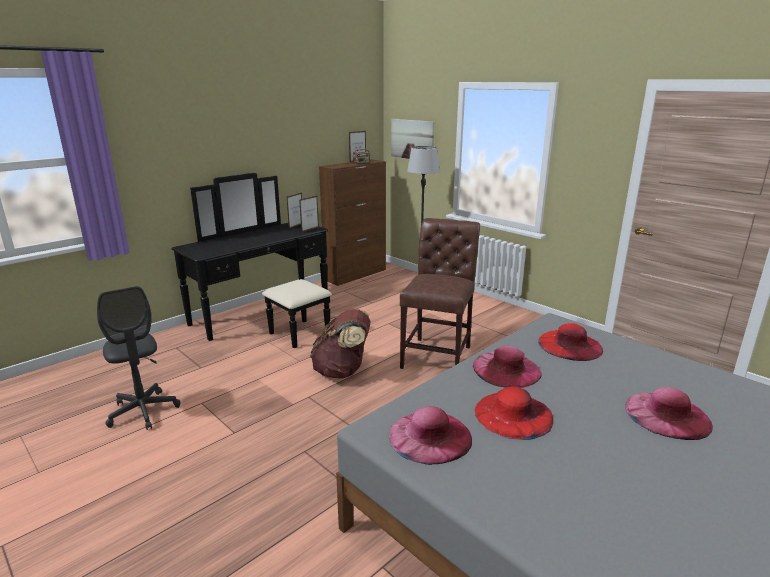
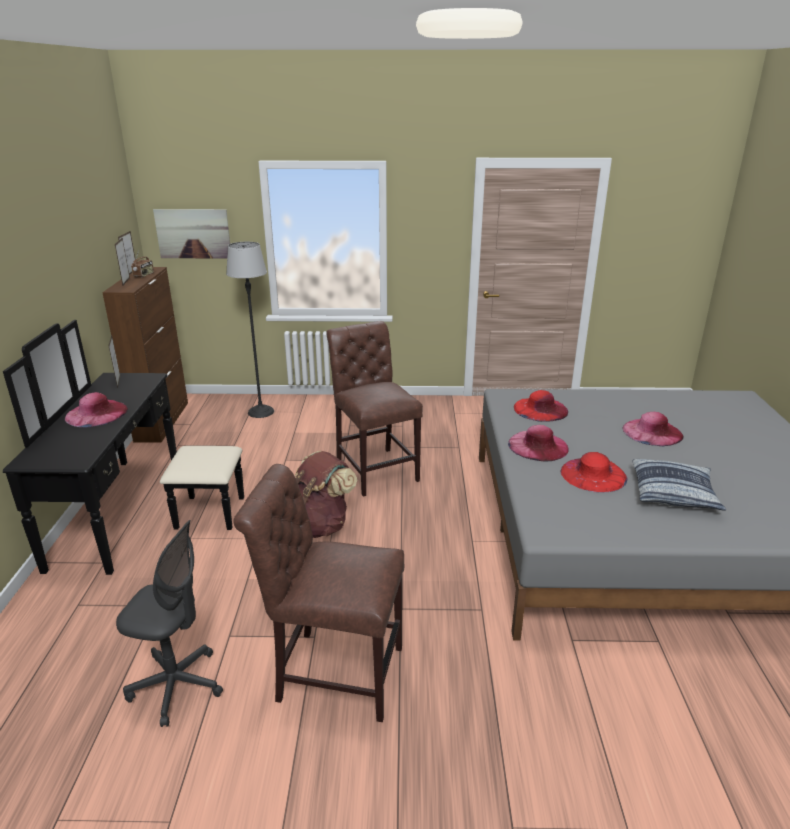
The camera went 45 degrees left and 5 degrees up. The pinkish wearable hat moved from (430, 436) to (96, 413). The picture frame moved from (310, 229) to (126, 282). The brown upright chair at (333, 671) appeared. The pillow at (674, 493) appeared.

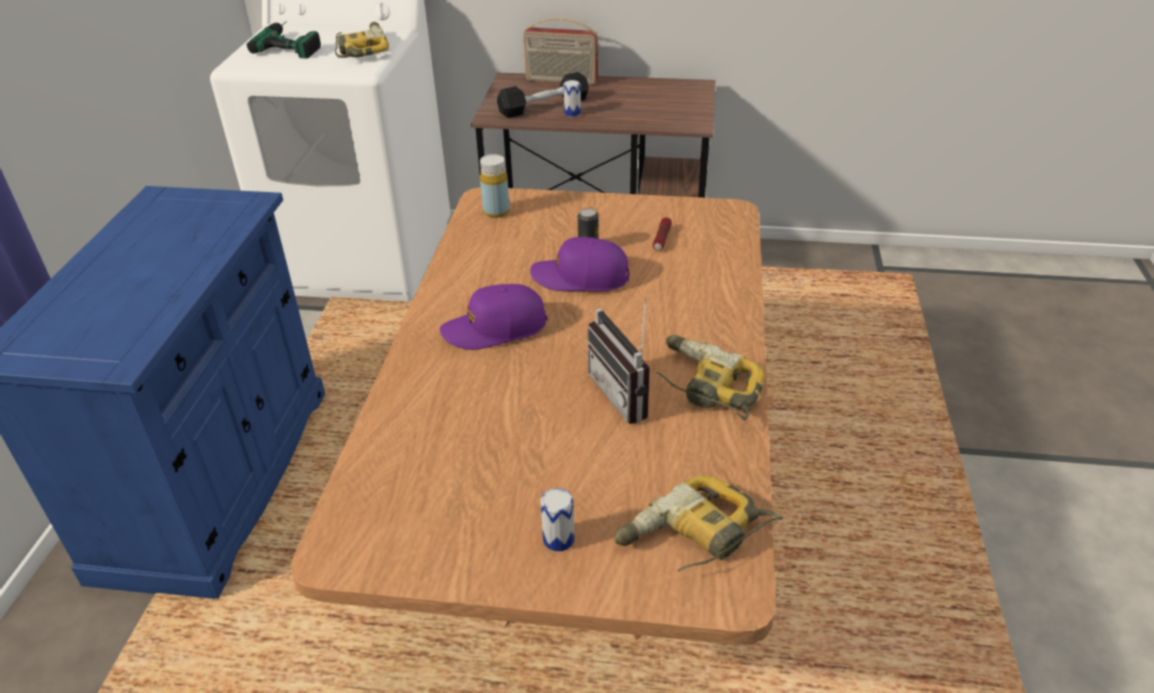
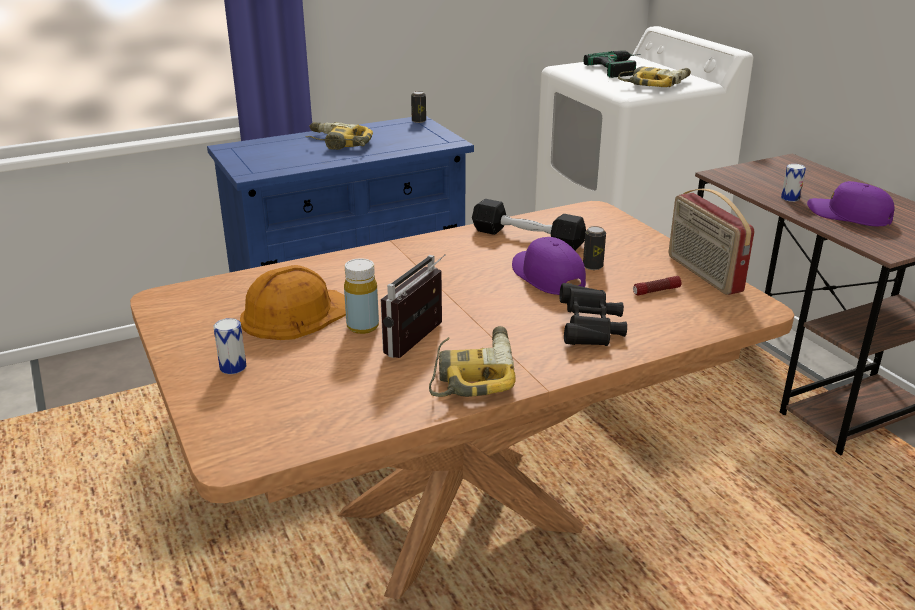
The camera went 55 degrees right and 10 degrees down. The orange hard hat at (295, 314) appeared. The electric drill moved from (694, 538) to (337, 144). The yellow-coloured drink bottle moved from (496, 211) to (362, 326). The metal can at (419, 121) appeared. The blackish free weight moved from (544, 106) to (527, 238). The blackish pair of binoculars at (590, 330) appeared. The radio moved from (561, 80) to (703, 274). The purplish peaked cap moved from (494, 328) to (849, 215).

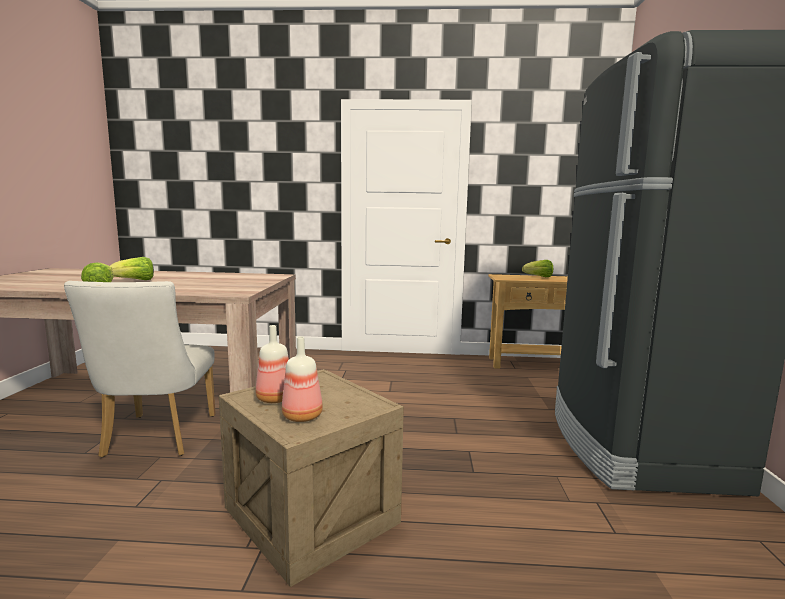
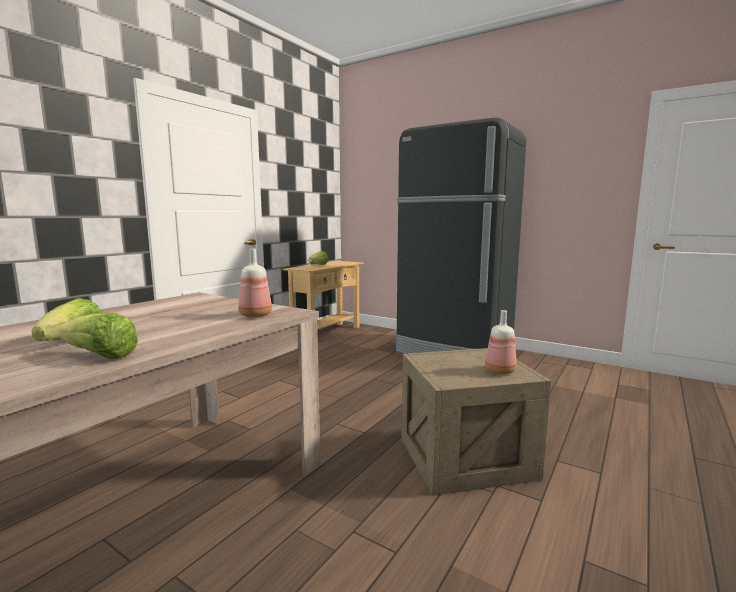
The camera went 60 degrees left and 0 degrees up. The drink bottle moved from (273, 398) to (254, 315). The whitish upright chair at (156, 439) disappeared.

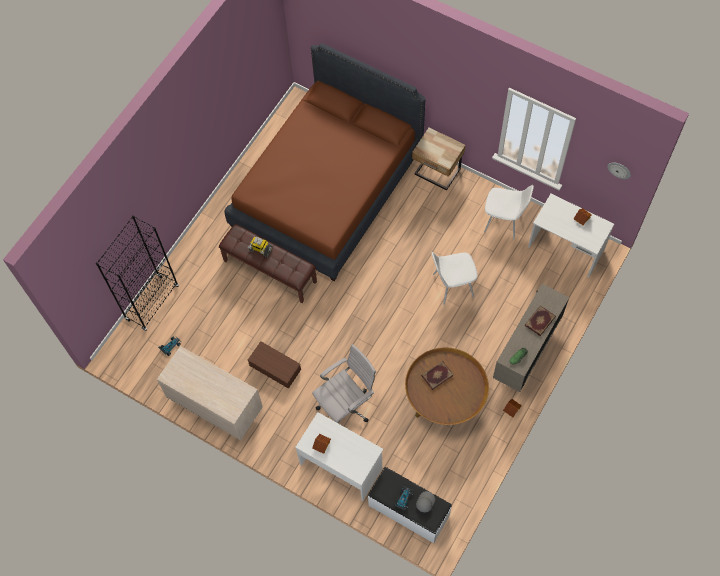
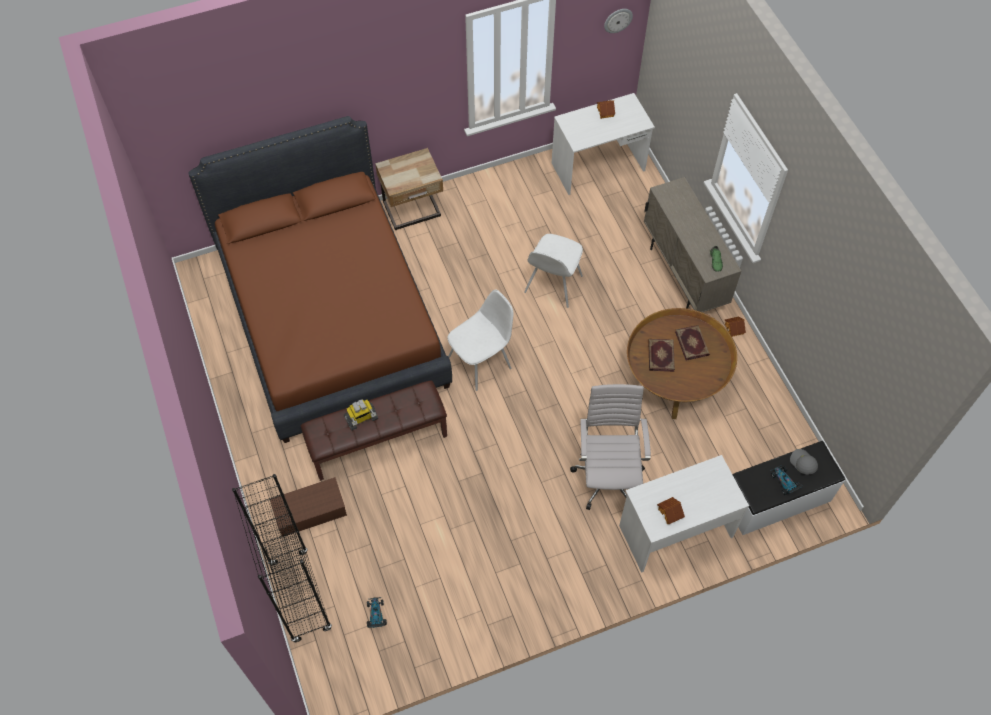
The camera went 55 degrees left and 5 degrees down. The brown storage bin moved from (274, 367) to (309, 512). The whitish upright chair moved from (504, 221) to (481, 361). The volume moved from (540, 321) to (692, 343). The beige drawer chest at (215, 405) disappeared.

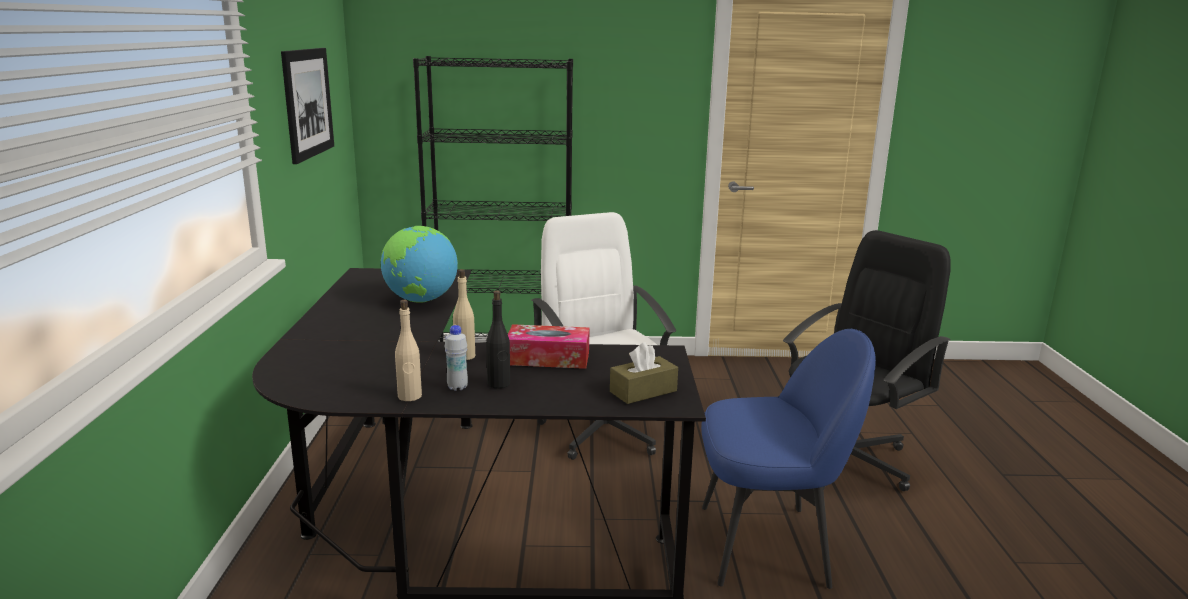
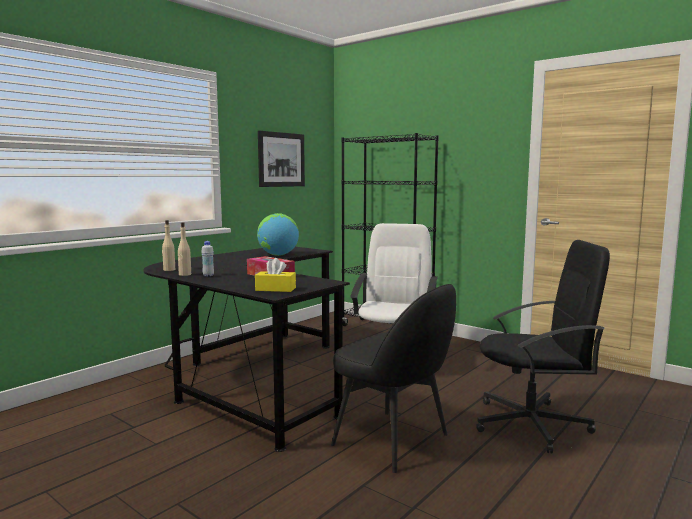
The camera went 40 degrees right and 10 degrees down. The beige drink bottle moved from (464, 356) to (169, 270). The brown tissue holder at (643, 391) became the yellow-coloured tissue holder at (275, 289). The bluish upright chair at (767, 545) became the blackish upright chair at (393, 441). The blackish drink bottle at (499, 384) disappeared.

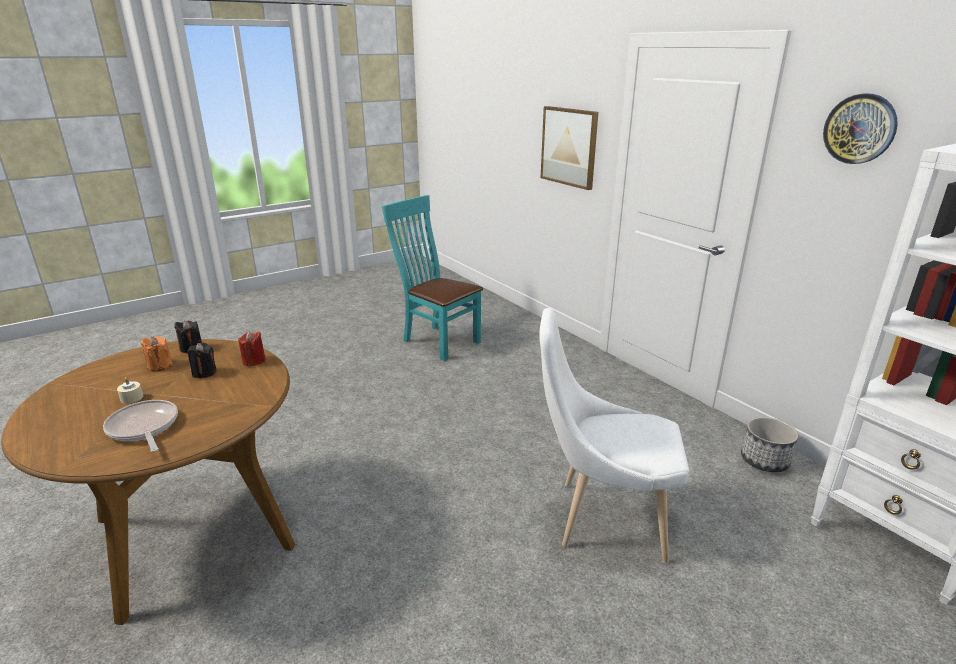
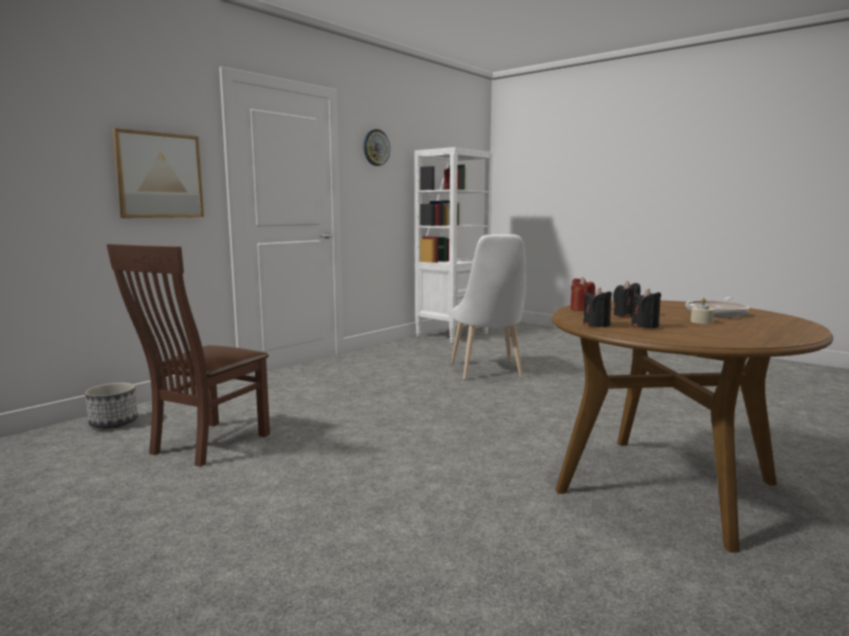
The camera went 105 degrees left and 15 degrees down. The plant pot moved from (764, 461) to (114, 423). The turquoise-coloured upright chair at (437, 340) became the brown upright chair at (204, 445). The orange wax light at (160, 365) became the blackish wax light at (645, 326).

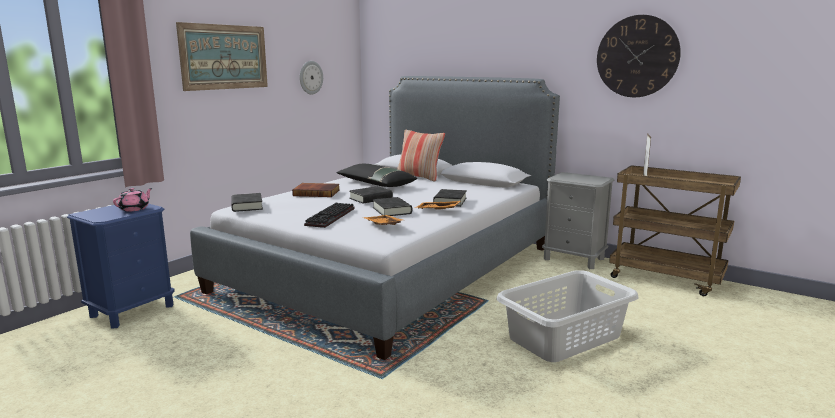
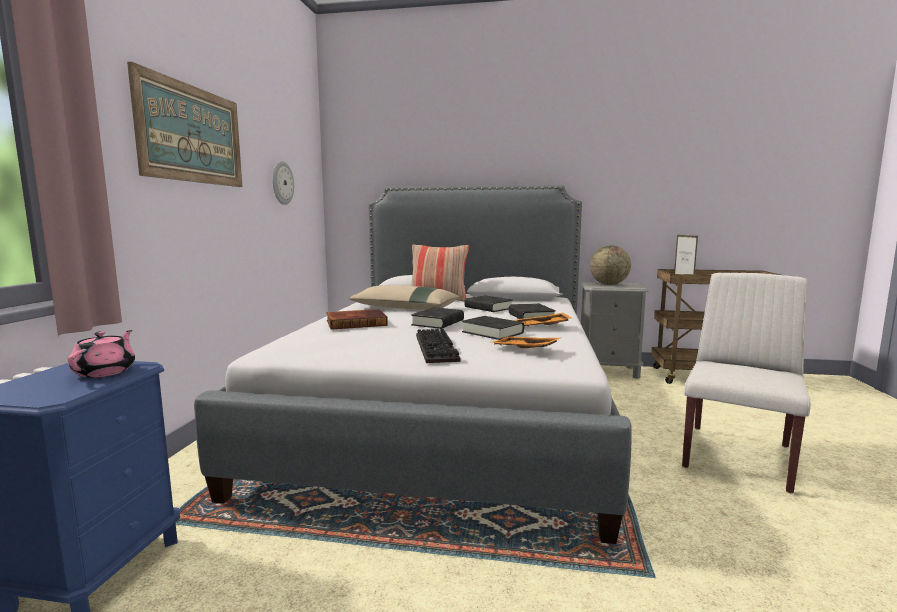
The camera went 25 degrees left and 5 degrees down. The blackish pillow at (375, 183) became the beige pillow at (404, 308). The blackish volume moved from (247, 206) to (488, 308). The globe at (609, 284) appeared. The greyish hamper at (565, 337) was replaced by the whitish upright chair at (737, 455). The hanging clock at (637, 56) disappeared.

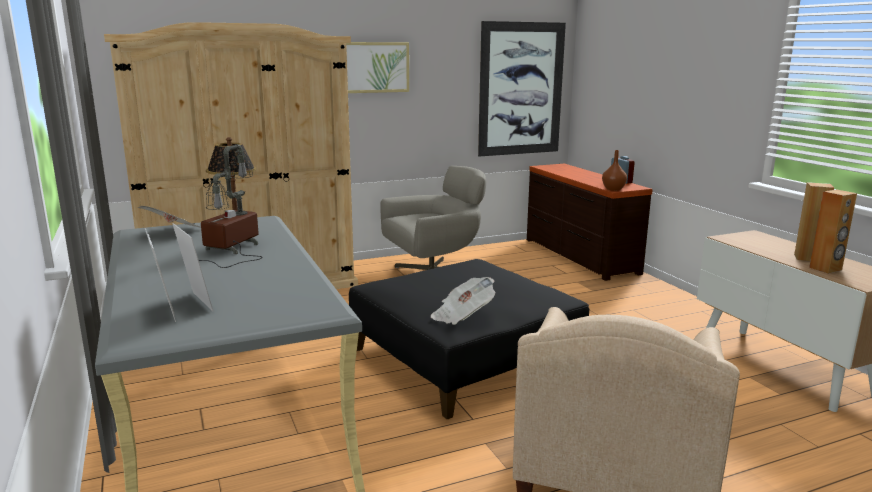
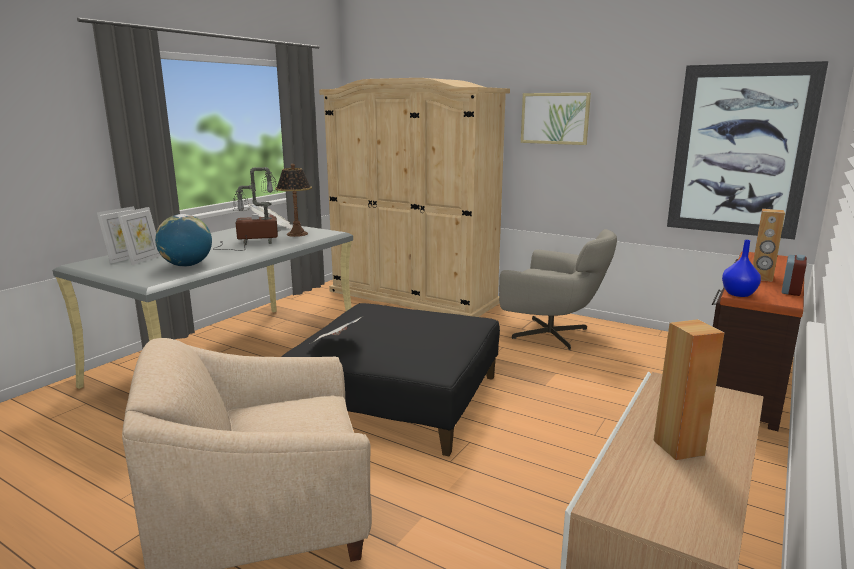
The camera went 55 degrees right and 0 degrees up. The globe at (187, 265) appeared. The brown decorative vase at (613, 189) became the bluish decorative vase at (739, 294). The brown loudspeaker moved from (825, 269) to (761, 278).

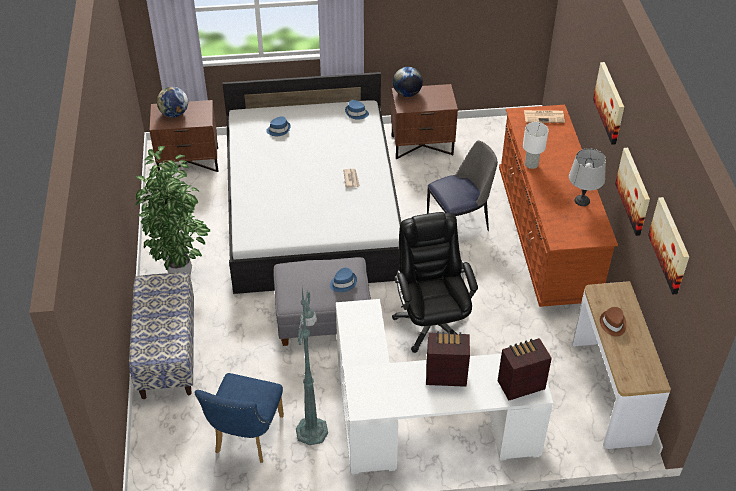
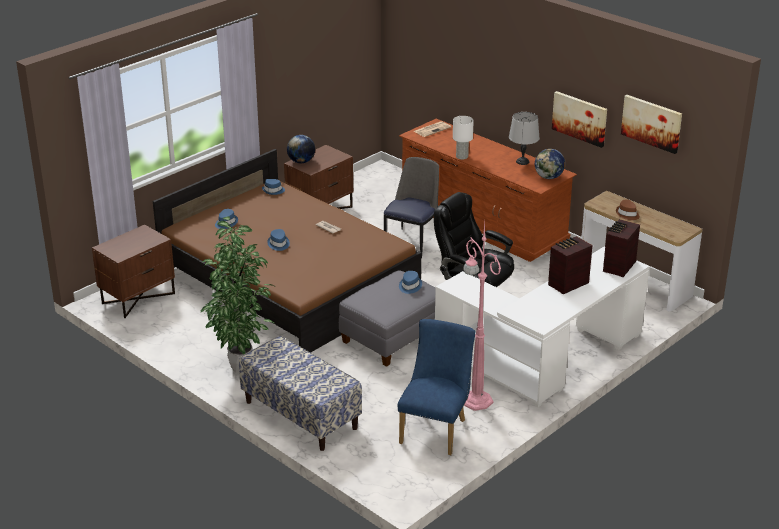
The camera went 40 degrees left and 15 degrees down. The whitish bedroom bed at (311, 208) became the brown bedroom bed at (288, 281). The bluish wearable hat at (278, 244) appeared. The bluish upright chair at (246, 438) turned 135 degrees counterclockwise. The green-coloured floor lamp at (312, 429) became the pinkish floor lamp at (476, 399). The globe moved from (174, 114) to (549, 177). The picture at (610, 102) disappeared.

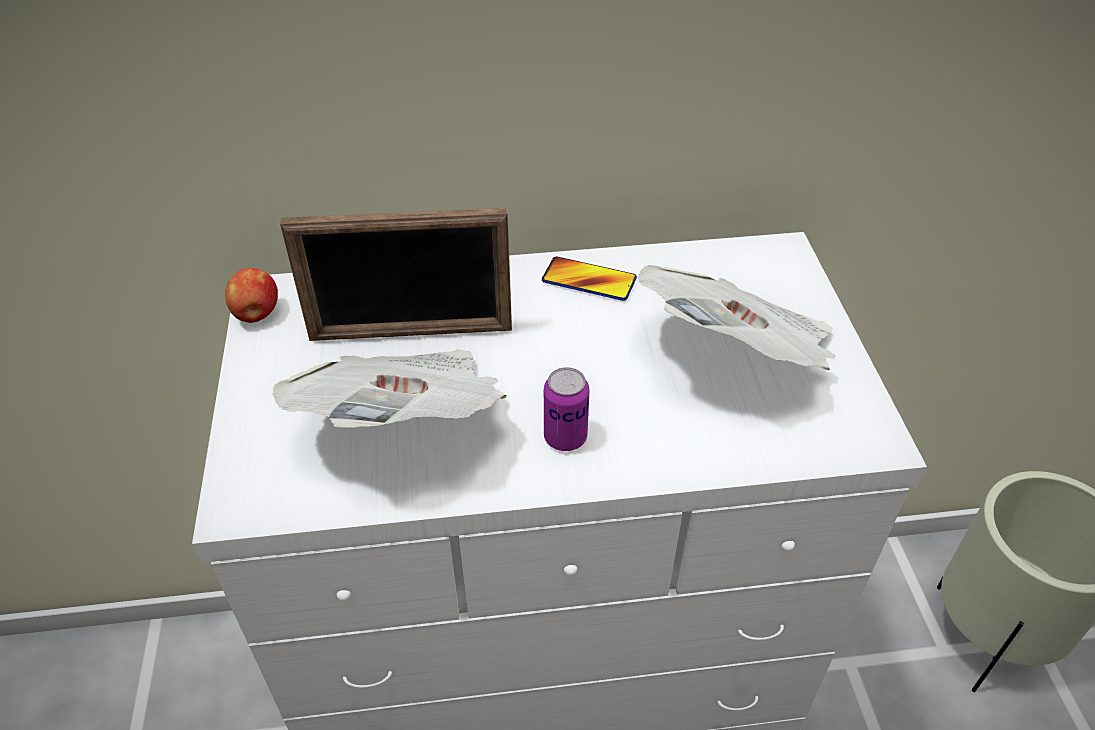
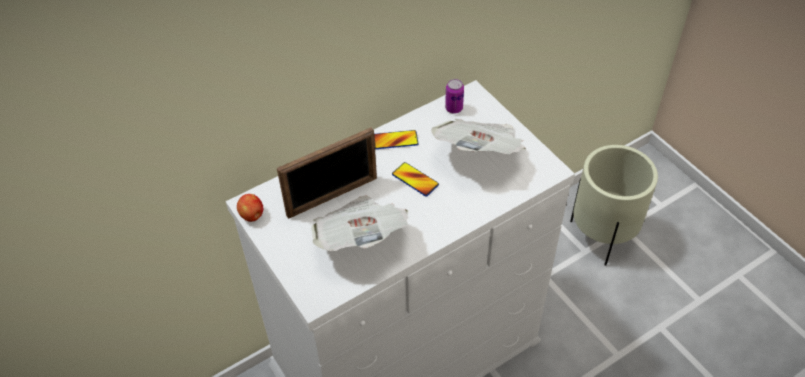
The camera went 25 degrees left and 5 degrees up. The phone at (415, 180) appeared. The metal can moved from (565, 437) to (454, 108).

